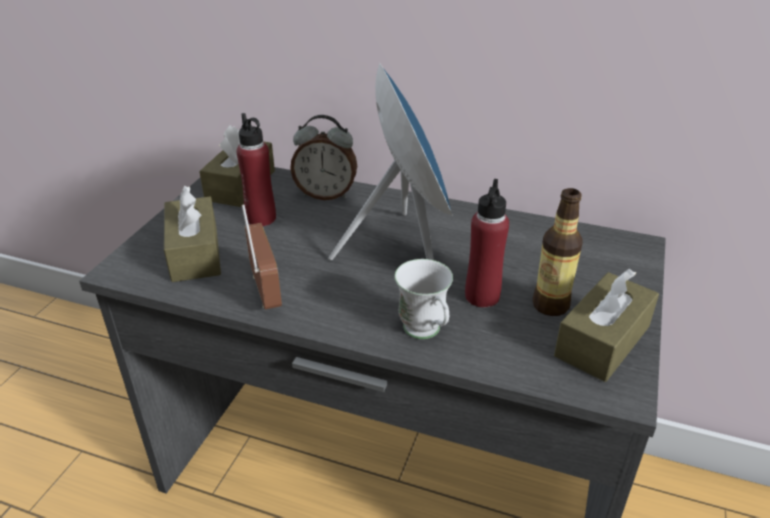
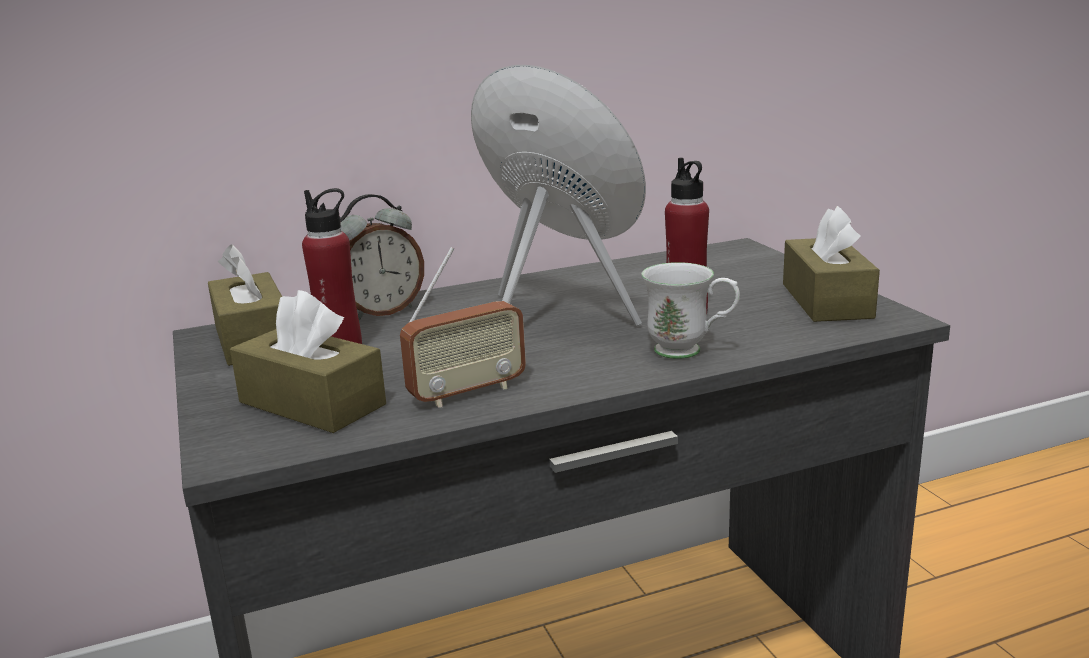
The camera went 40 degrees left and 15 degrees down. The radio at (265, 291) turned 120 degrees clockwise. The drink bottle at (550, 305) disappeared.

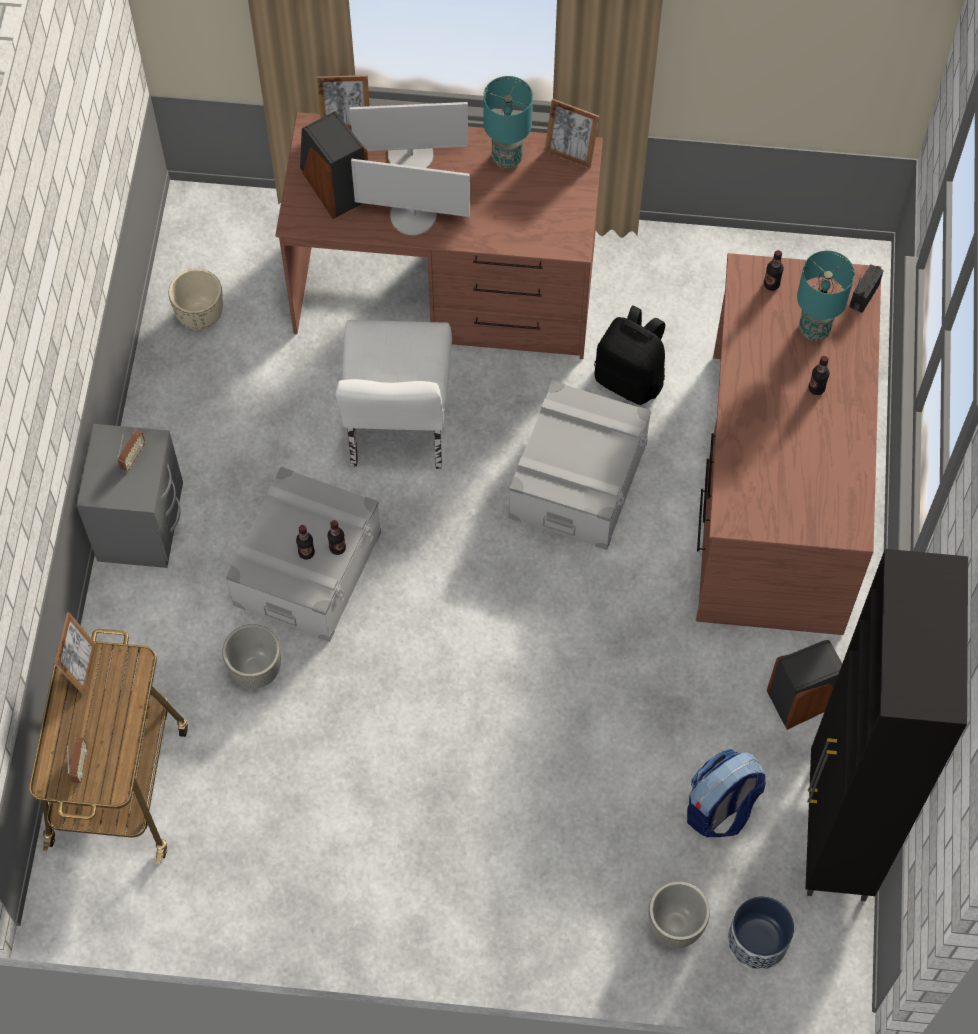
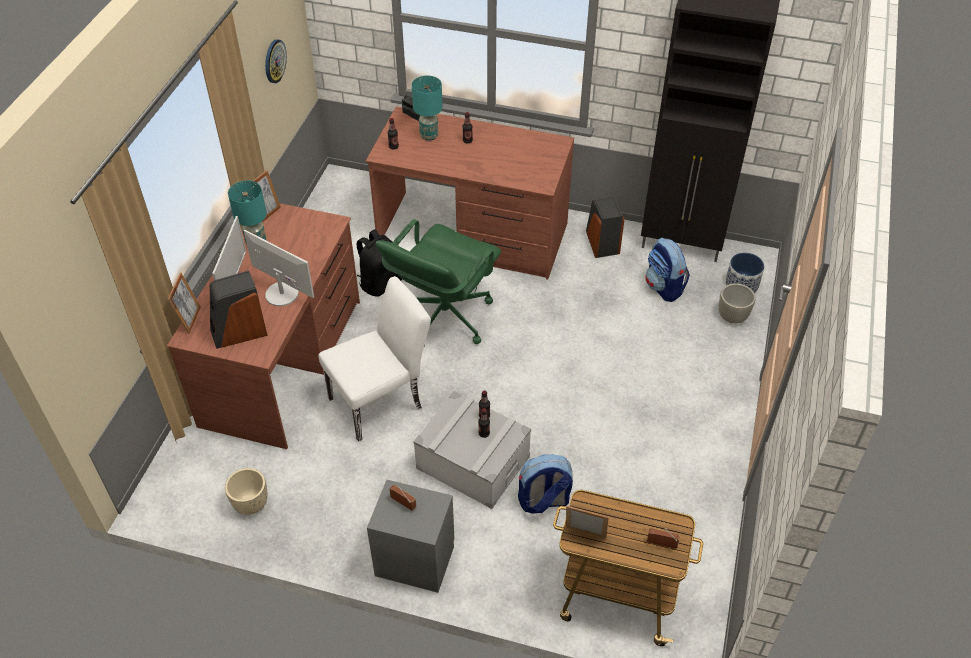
The camera went 80 degrees left and 15 degrees down. The computer screen at (413, 215) turned 75 degrees counterclockwise. The hanging clock at (274, 61) appeared. The whitish upright chair at (397, 430) turned 45 degrees counterclockwise. The greyish storage bin at (578, 480) was replaced by the green-coloured desk chair at (443, 316). The greyish plant pot at (255, 670) was replaced by the rucksack at (543, 501).

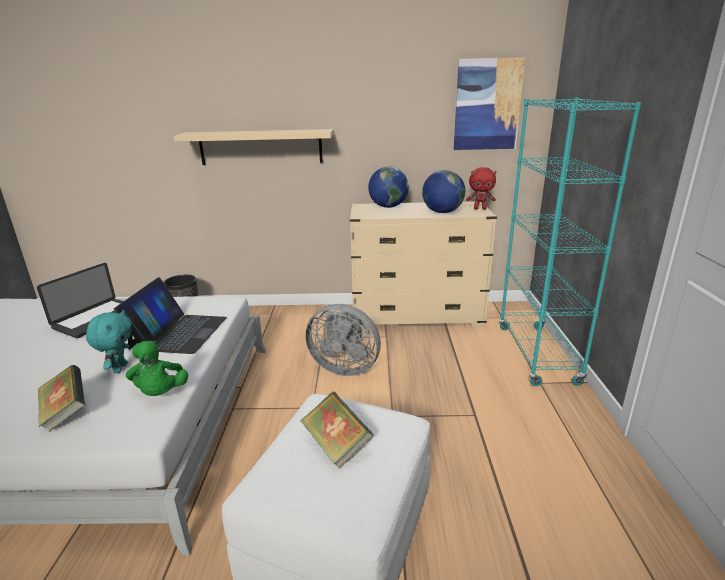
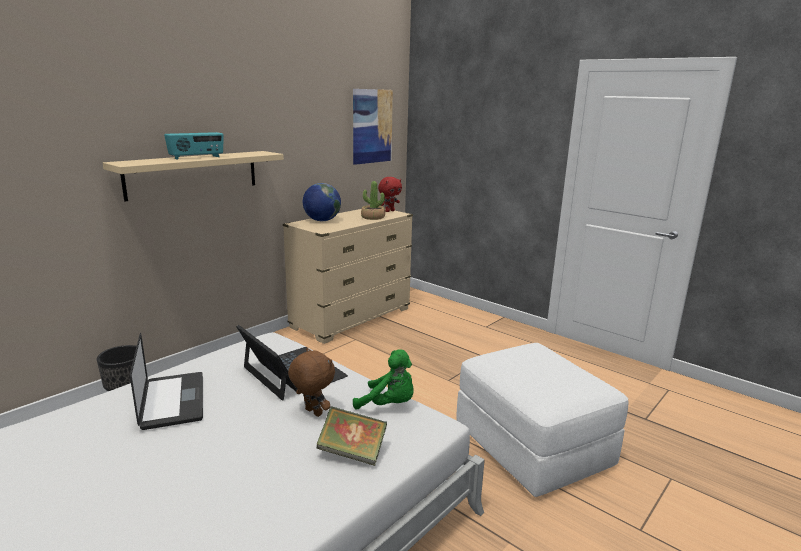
The camera went 50 degrees left and 5 degrees down. The radio at (197, 157) appeared. The turquoise-coloured soft toy at (119, 368) became the brown soft toy at (312, 412). The globe at (442, 212) was replaced by the potted plant at (373, 217). The volume at (336, 445) disappeared. The greyish fan at (344, 367) disappeared. The turquoise-coloured shelving unit at (537, 355) disappeared.

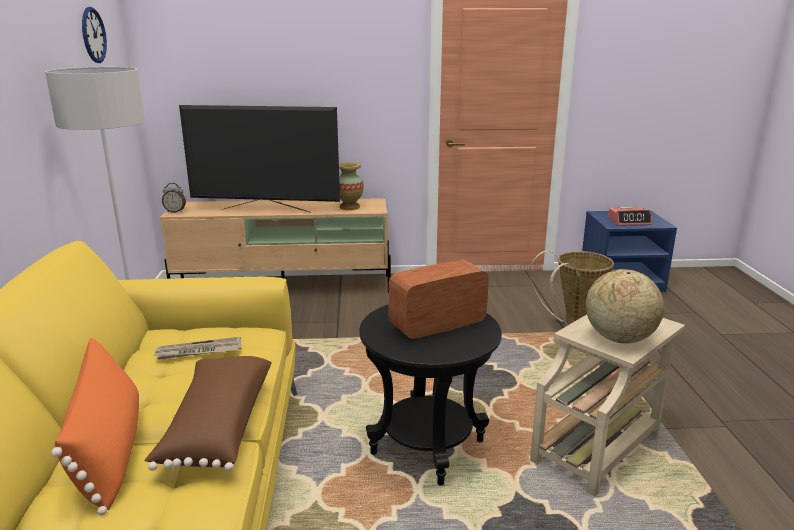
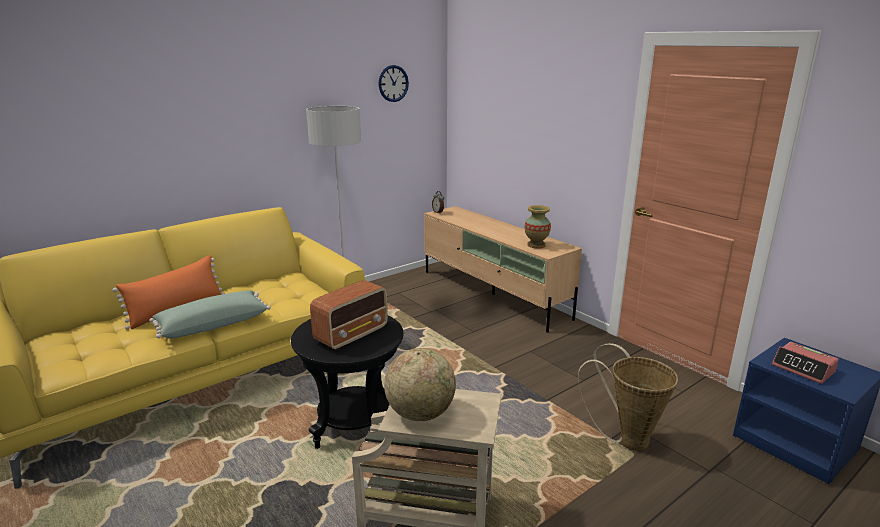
The camera went 55 degrees right and 0 degrees up. The brown pillow at (216, 426) became the green-coloured pillow at (212, 325). The radio at (436, 326) turned 105 degrees clockwise. The printed paper at (199, 351) disappeared. The TV at (265, 210) disappeared.

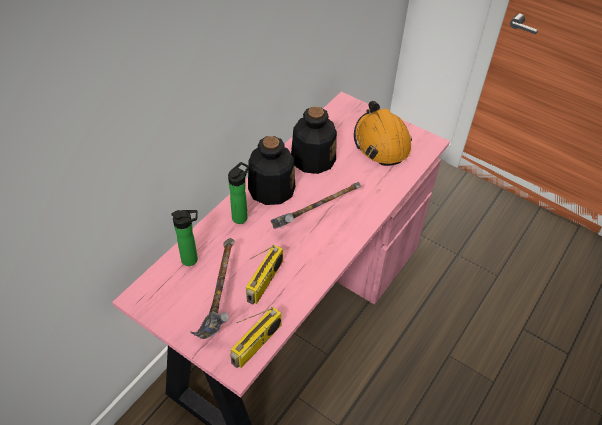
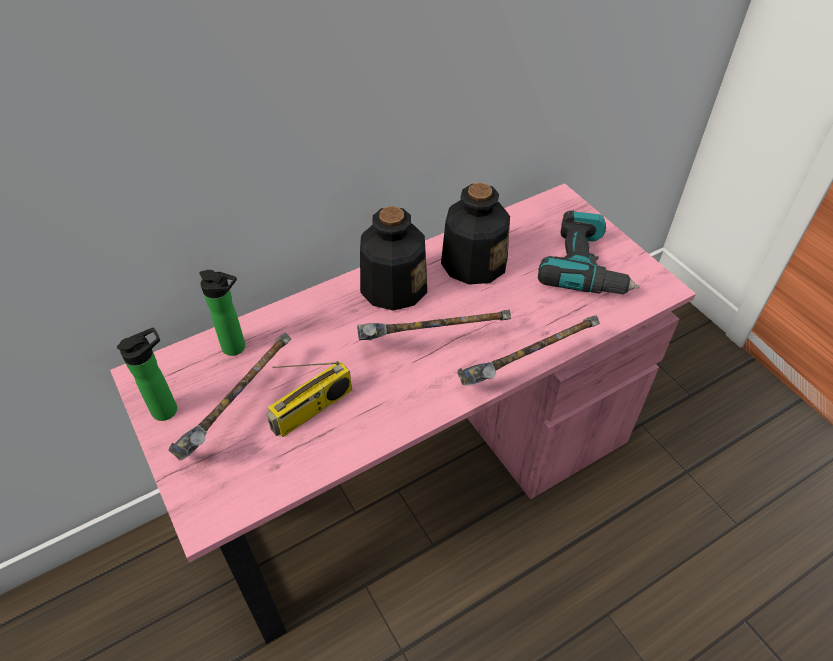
The camera went 25 degrees right and 0 degrees up. The drink bottle moved from (241, 216) to (168, 408). The tool hammer at (524, 371) appeared. The orange hard hat at (381, 142) was replaced by the electric drill at (586, 267). The radio at (257, 344) disappeared.

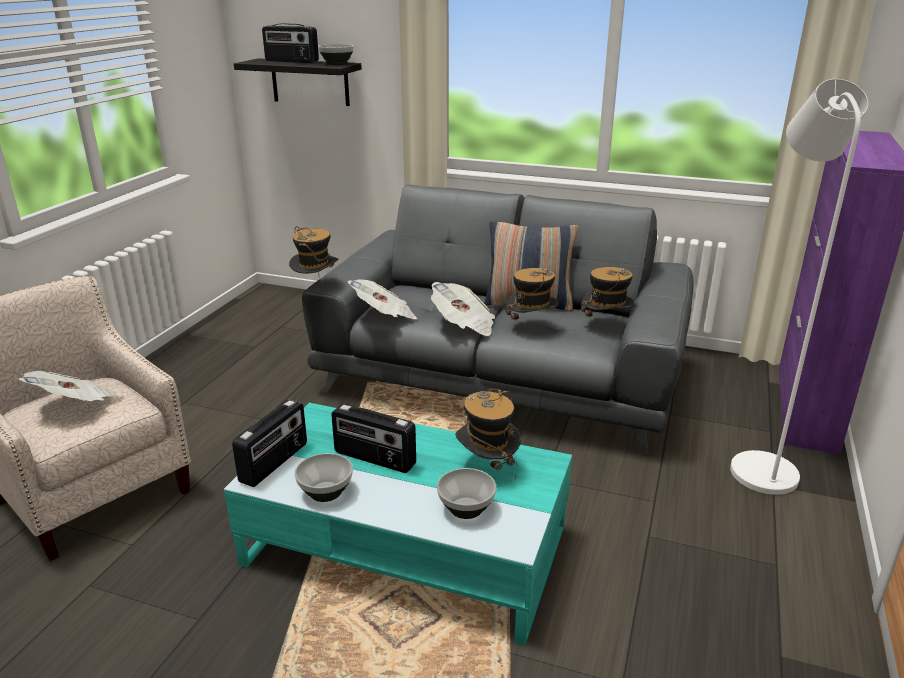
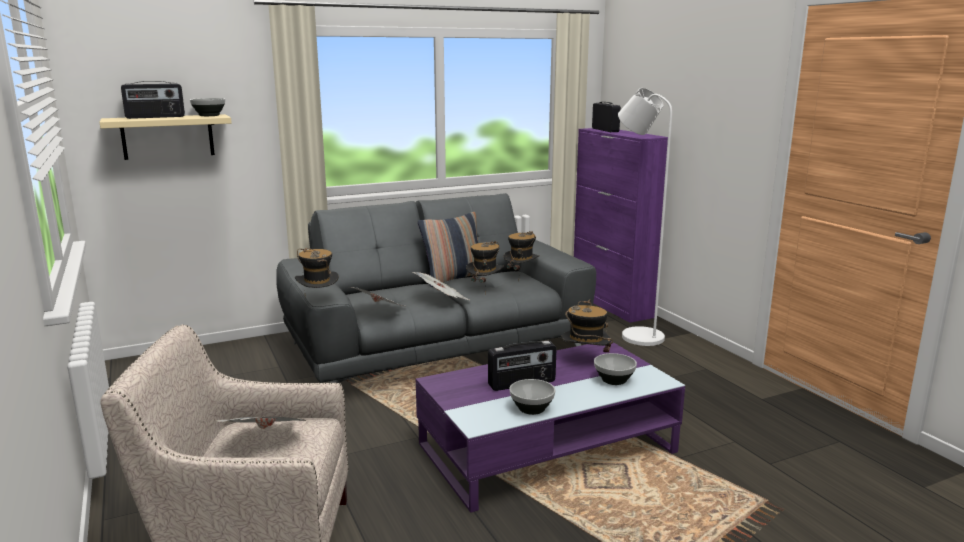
The camera went 45 degrees left and 10 degrees down. The blackish bracket shelf at (310, 82) became the beige bracket shelf at (168, 136). The turquoise-coloured lounge table at (406, 545) became the purplish lounge table at (547, 448). The radio moved from (275, 463) to (605, 130).

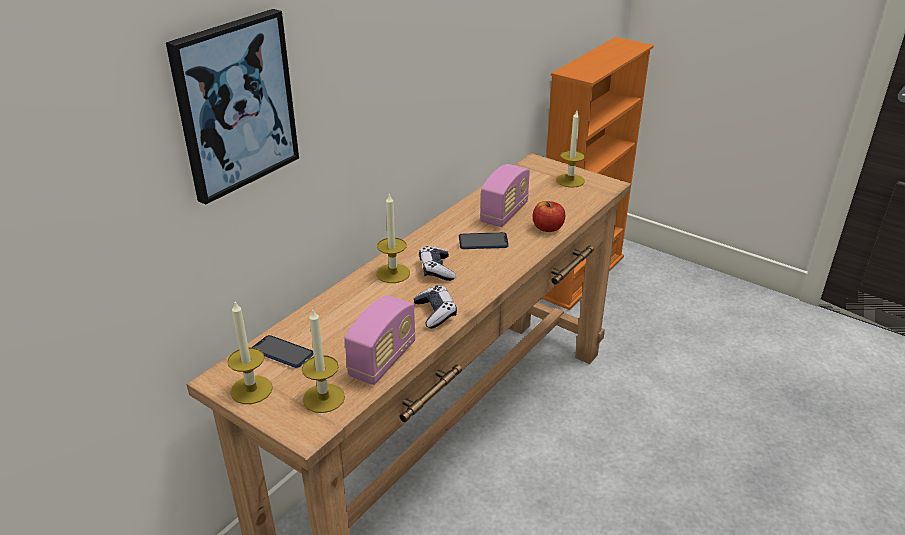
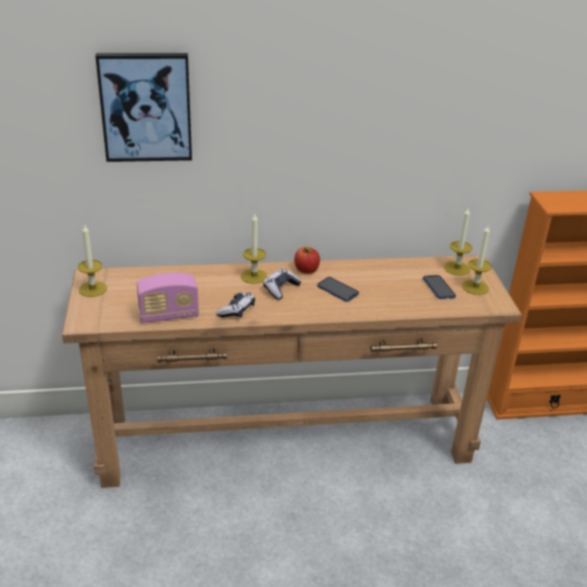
The camera went 45 degrees right and 0 degrees up. The whole apple moved from (547, 228) to (306, 270). The phone moved from (282, 353) to (438, 288). The wax light moved from (323, 398) to (457, 268). The radio at (504, 213) disappeared.

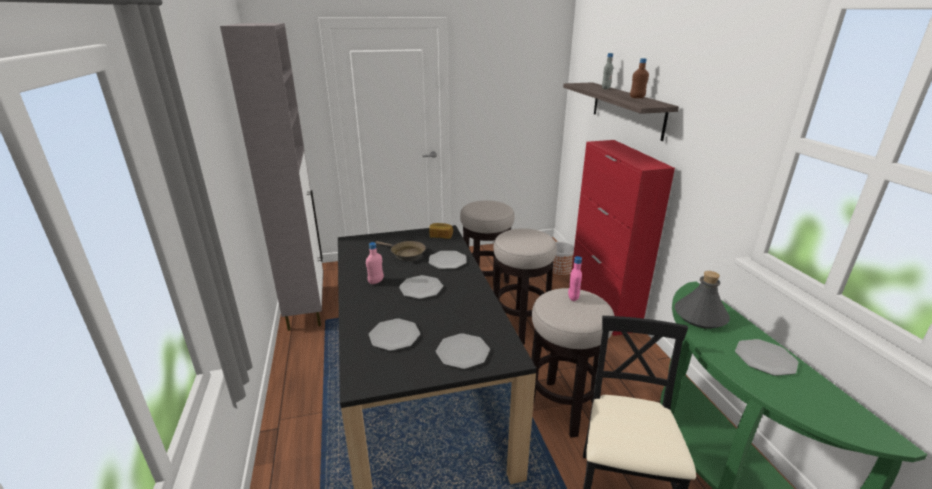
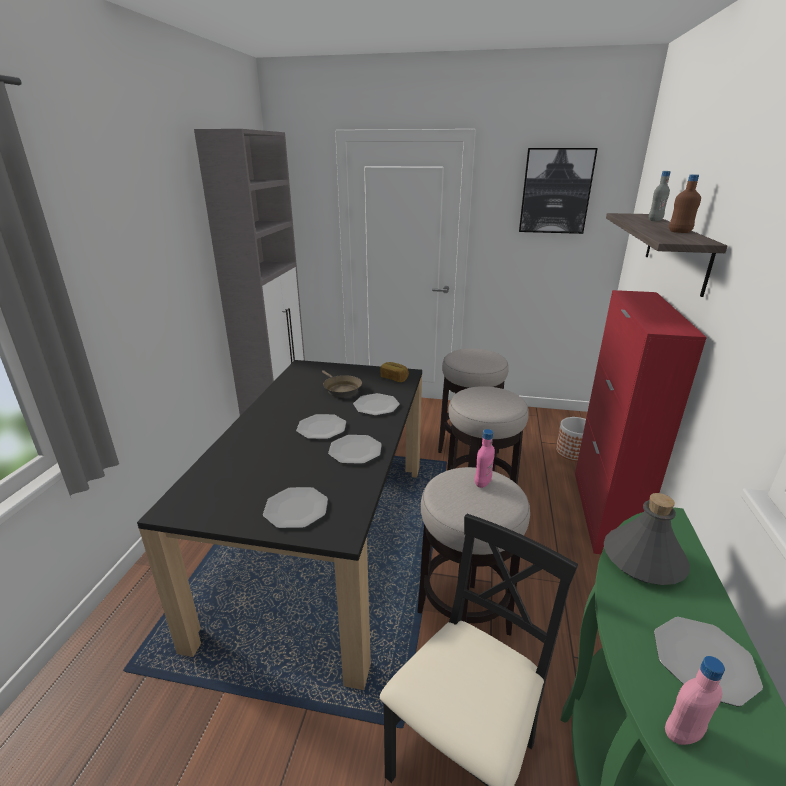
The camera went 25 degrees right and 0 degrees up. The dinner plate moved from (394, 336) to (355, 450). The picture at (555, 191) appeared. The pinkish drink bottle moved from (376, 281) to (682, 733).

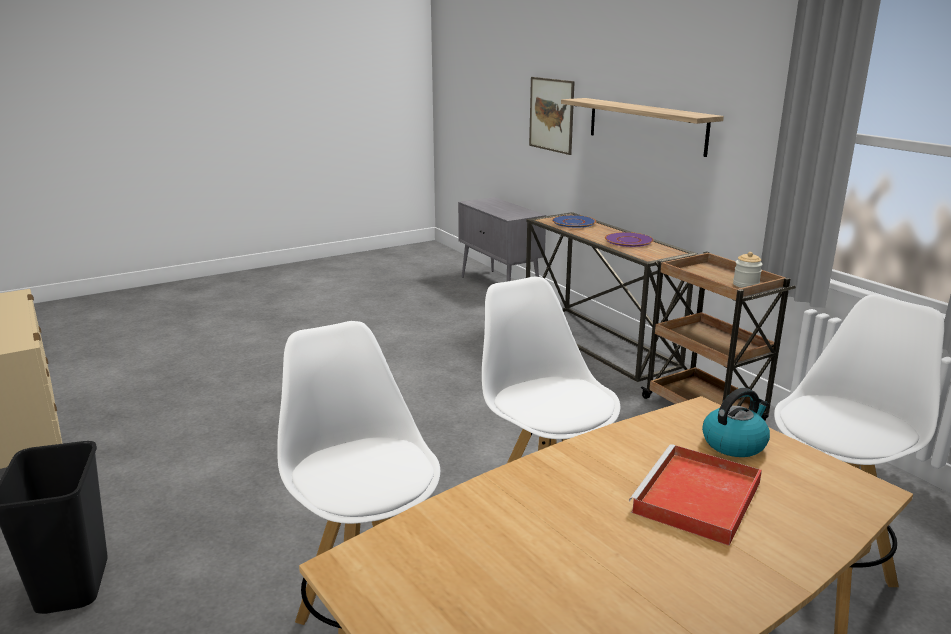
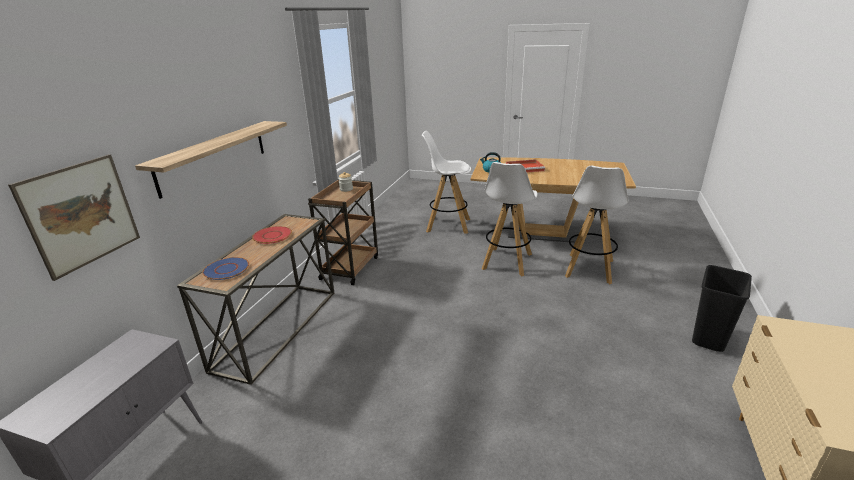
The camera went 130 degrees left and 5 degrees up. The purplish dinner plate at (629, 240) became the red-coloured dinner plate at (272, 235).

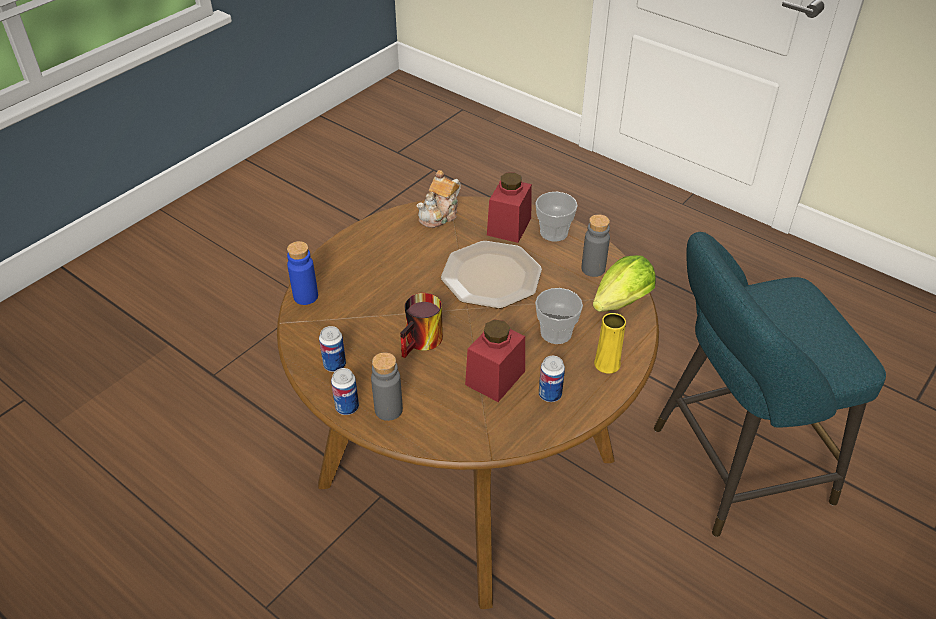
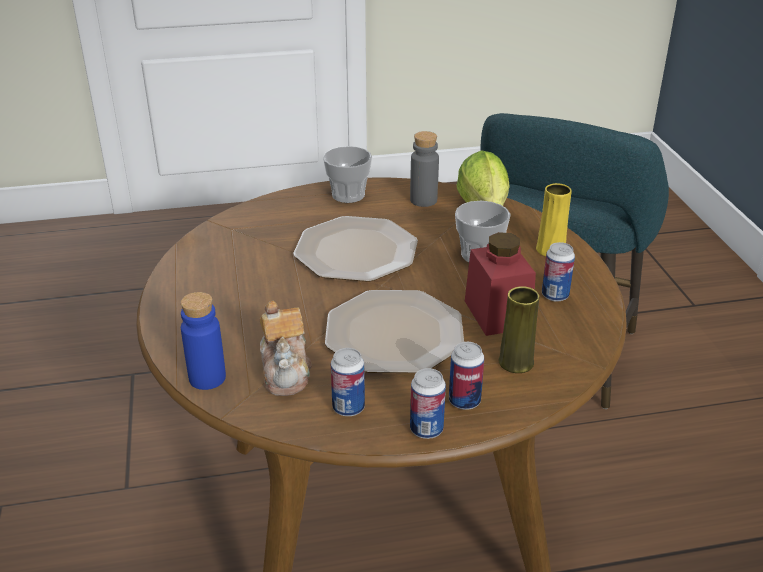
The camera went 50 degrees left and 10 degrees down. The tea pot moved from (440, 215) to (286, 371). The tea mug at (423, 343) was replaced by the dinner plate at (394, 333). The greyish drink bottle at (388, 410) was replaced by the metal can at (464, 401). The yellow-coloured decorative vase at (516, 362) appeared. The red-coloured storage jar at (509, 226) disappeared.

